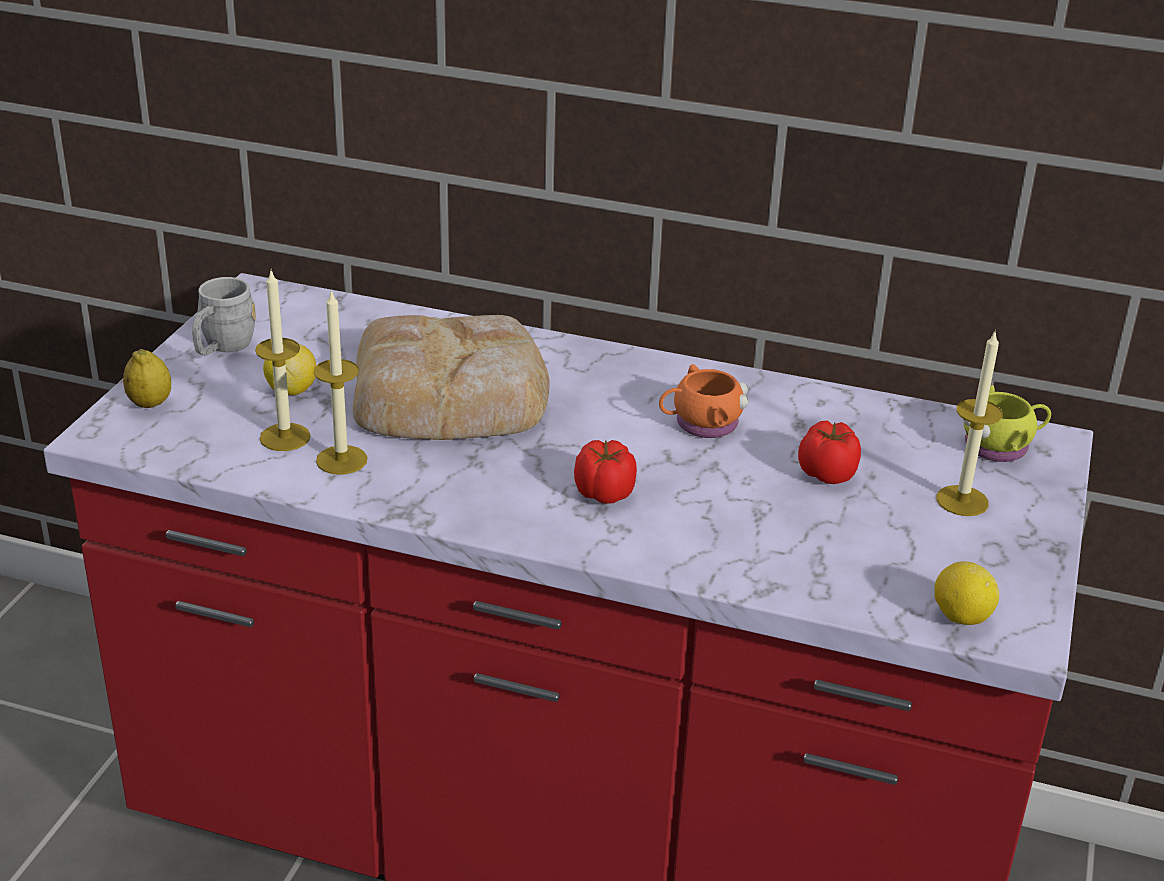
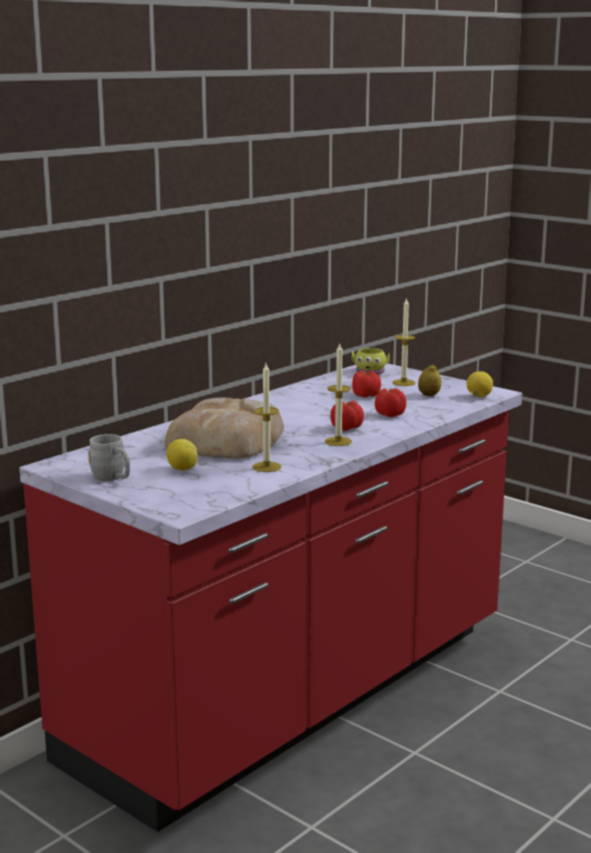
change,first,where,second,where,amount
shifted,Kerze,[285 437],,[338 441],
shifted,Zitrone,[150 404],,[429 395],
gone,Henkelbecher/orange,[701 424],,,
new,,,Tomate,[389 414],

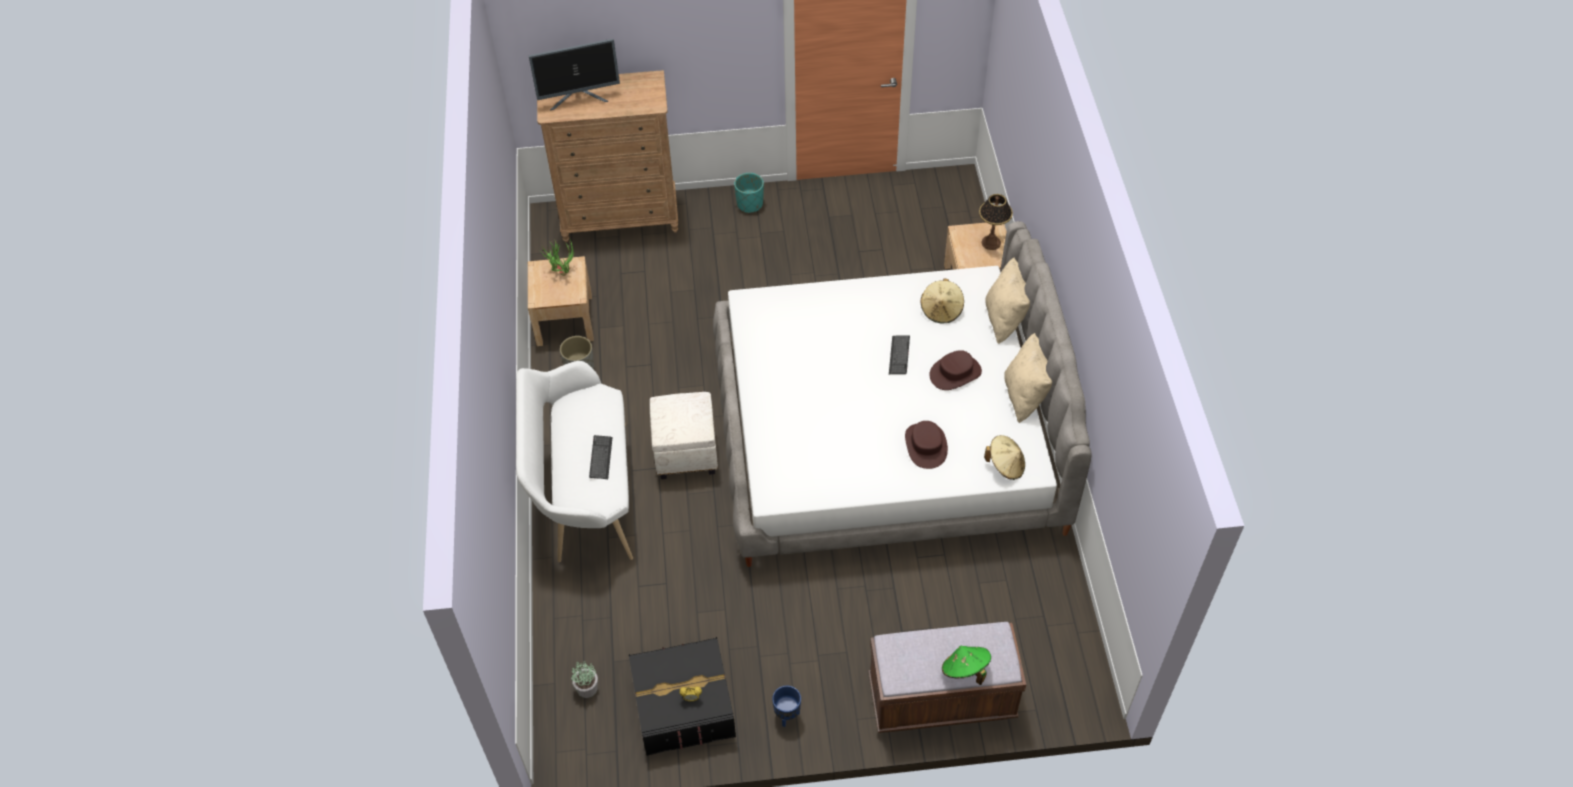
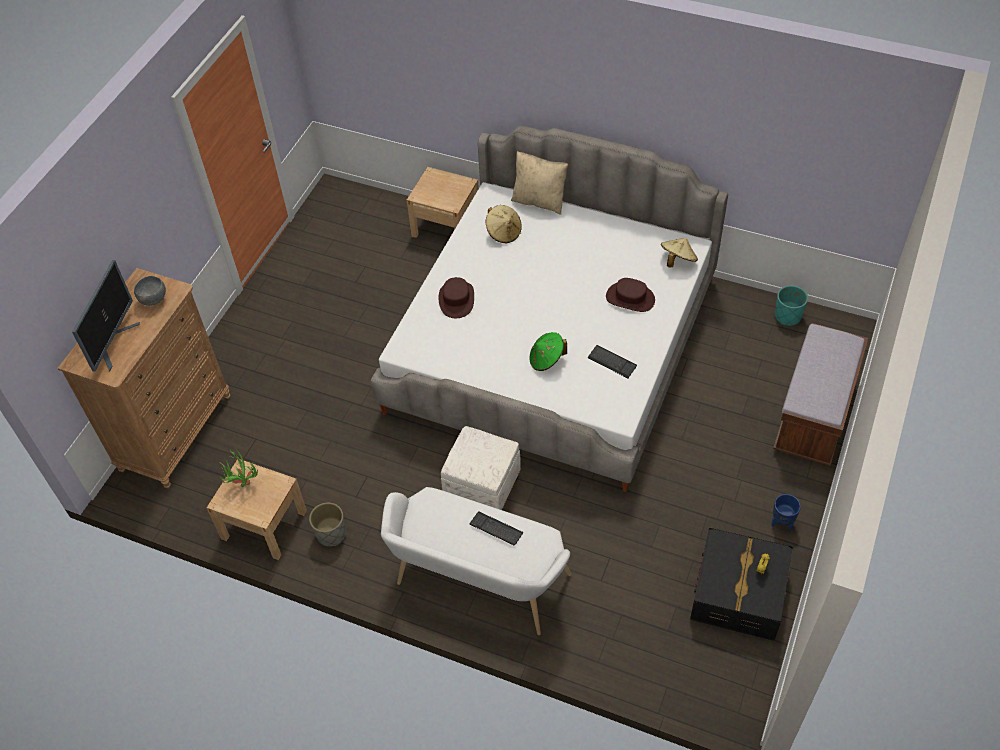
change,first,where,second,where,amount
shifted,Pflanzkübel/türkis,[750 204],,[787 316],
gone,Tischlampe,[991 242],,,
gone,Kissen/beige,[1024 396],,,
shifted,Tastatur,[899 355],,[612 362],
shifted,Hut/braun,[955 373],,[456 299],
shifted,Hut/grün,[965 670],,[546 359],
gone,Topfpflanze,[587 688],,,
new,,,Schüssel/grau,[154 300],

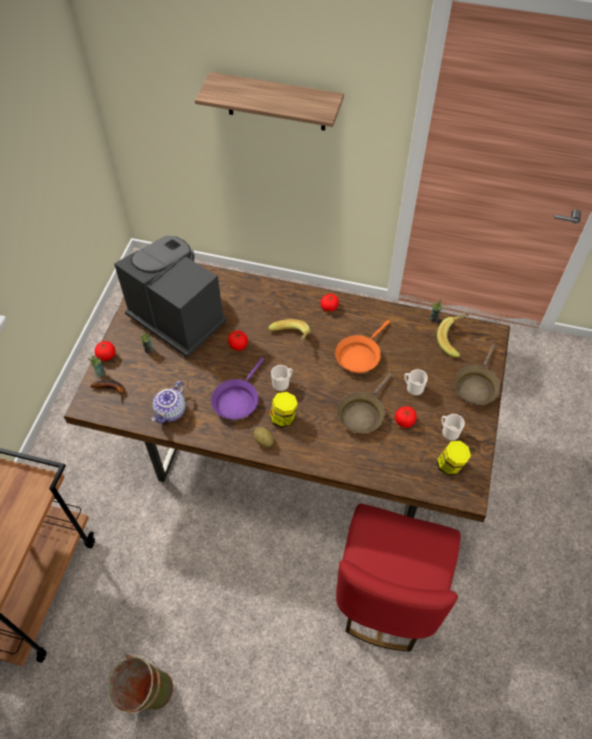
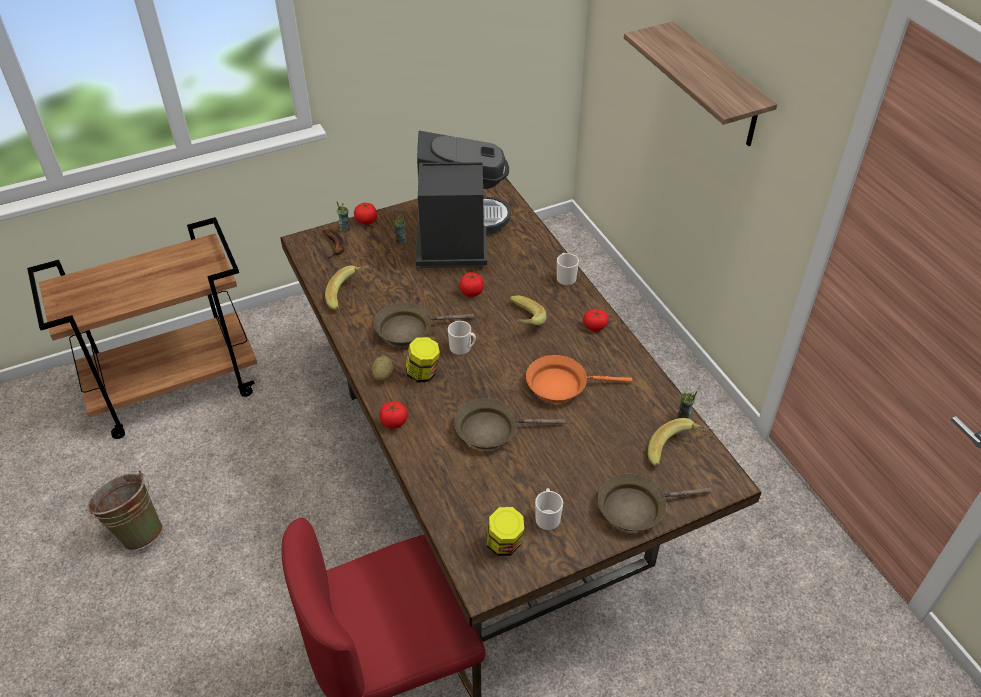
change,first,where,second,where,amount
repainted,Pfanne/lila,[237 400],Pfanne/braun,[409 329],
shifted,Henkelbecher,[413 388],,[565 277],
swapped,Teekanne,[171 412],Banane,[350 295],
shifted,Tomate,[404 421],,[394 422],

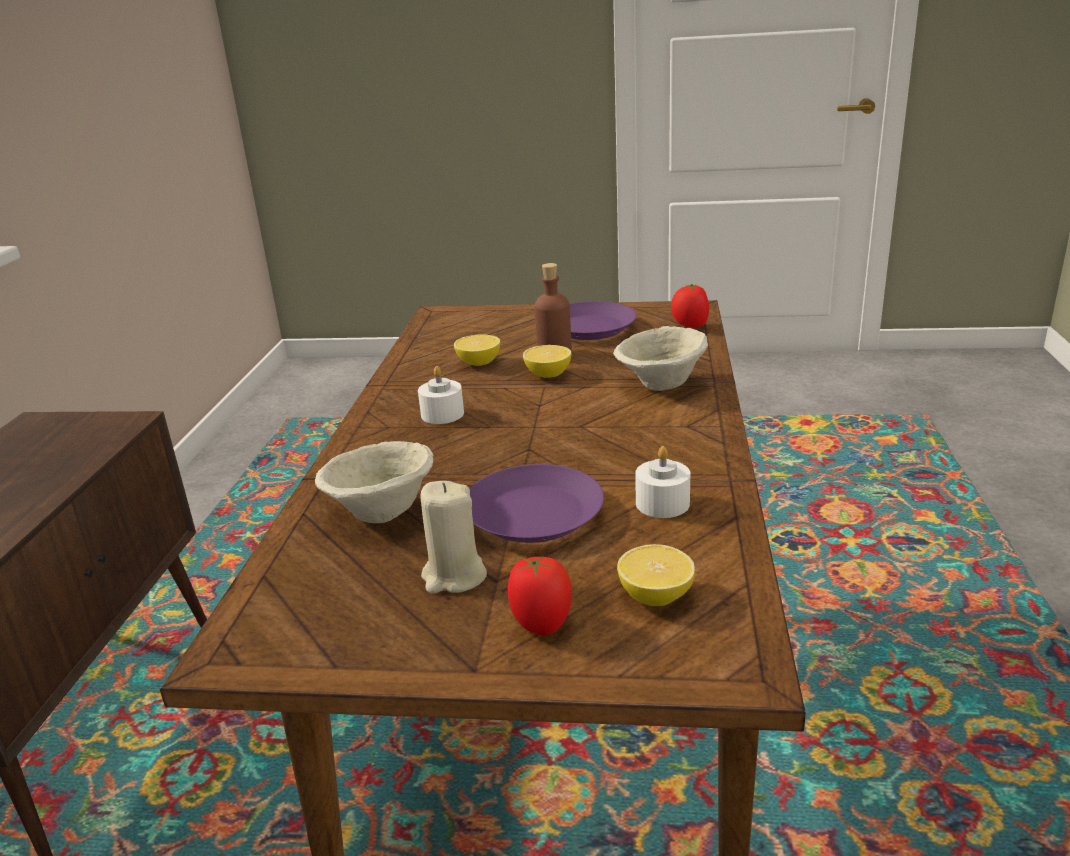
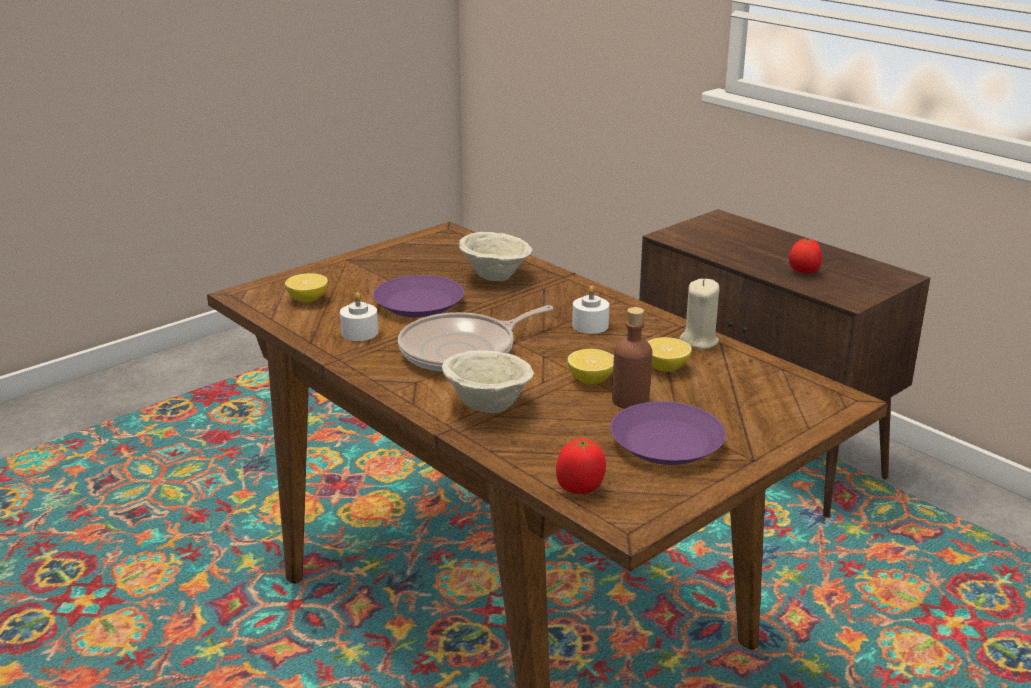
change,first,where,second,where,amount
shifted,Kerze/beige,[454 576],,[698 341],
shifted,Tomate,[541 624],,[803 272],
new,,,Pfanne,[463 351],

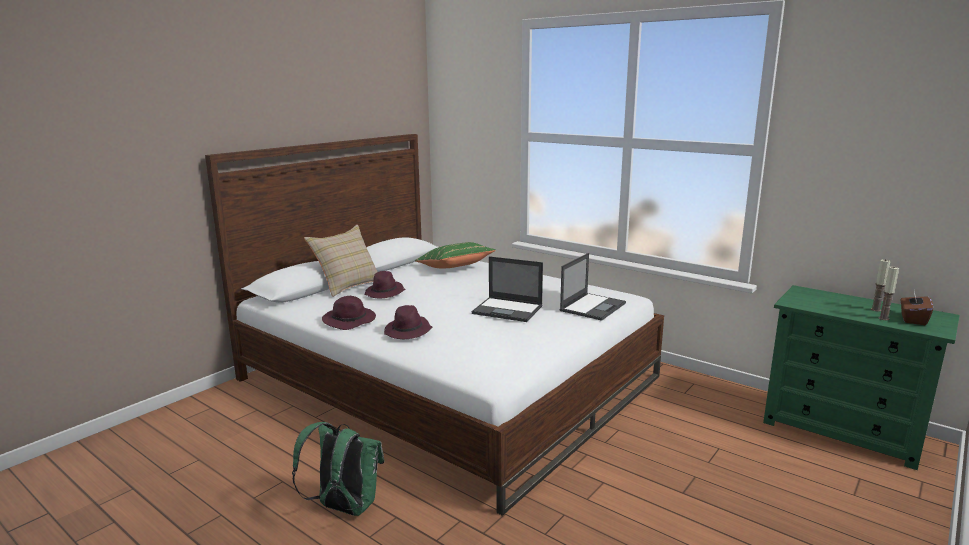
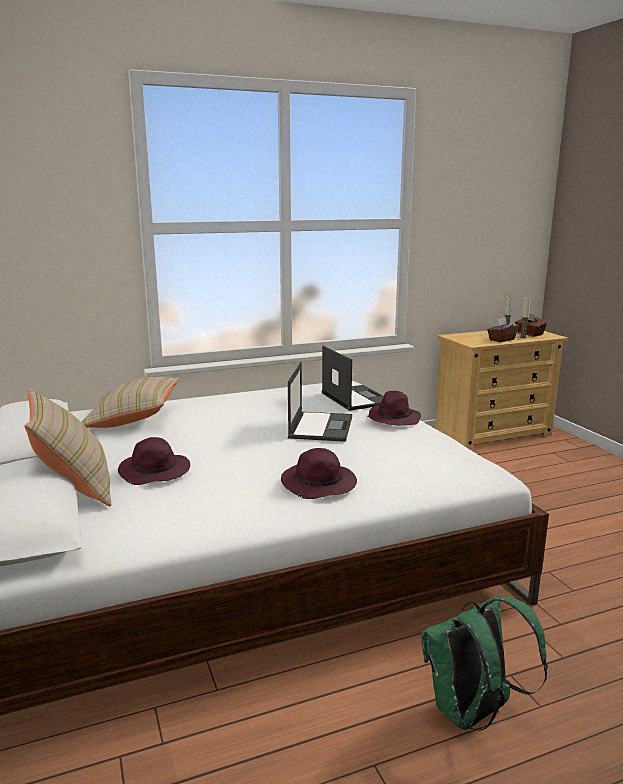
change,first,where,second,where,amount
repainted,Kissen/grün,[455 268],Kissen/beige,[133 419],
rotated,Laptop,[508 310],,[321 426],45 degrees counterclockwise
repainted,Kommode/grün,[843 430],Kommode/beige,[493 433],
shifted,Hut/lila,[350 321],,[393 419],
new,,,Taschentuchbox/braun,[501 340],

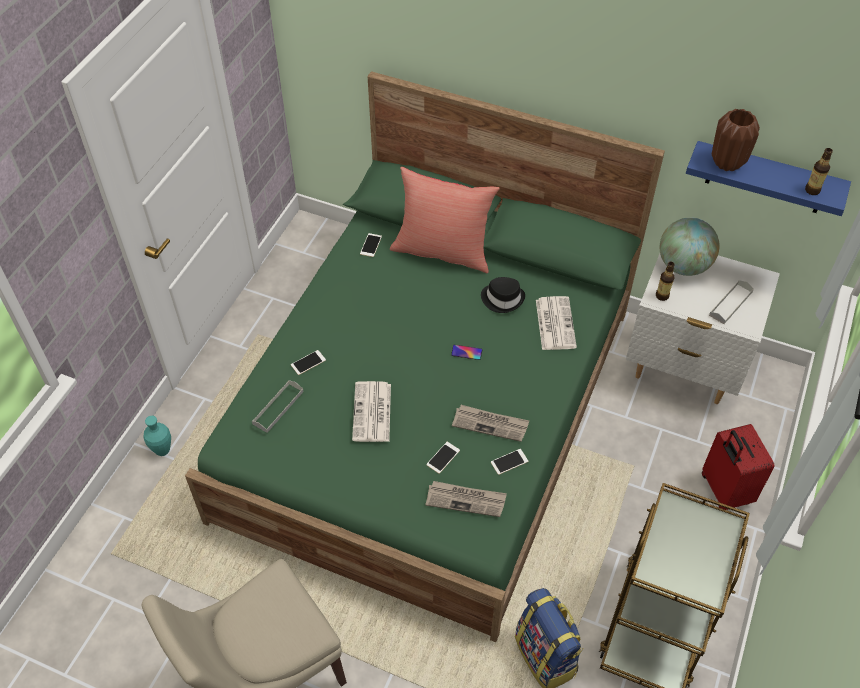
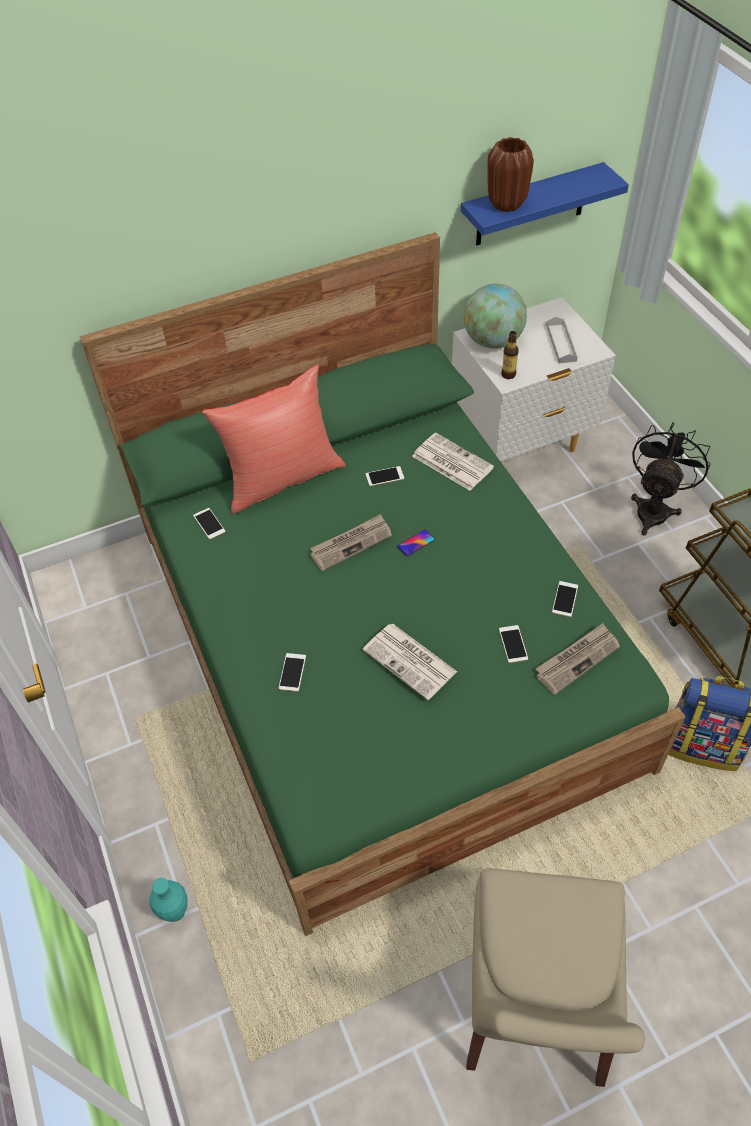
change,first,where,second,where,amount
gone,Flasche,[812 190],,,
swapped,Hut/schwarz,[502 298],Handy,[384 476],
gone,Tablett/grau,[278 407],,,
shifted,Zeitung,[490 424],,[351 543],
swapped,Koffer/rot,[724 490],Ventilator/schwarz,[654 508],

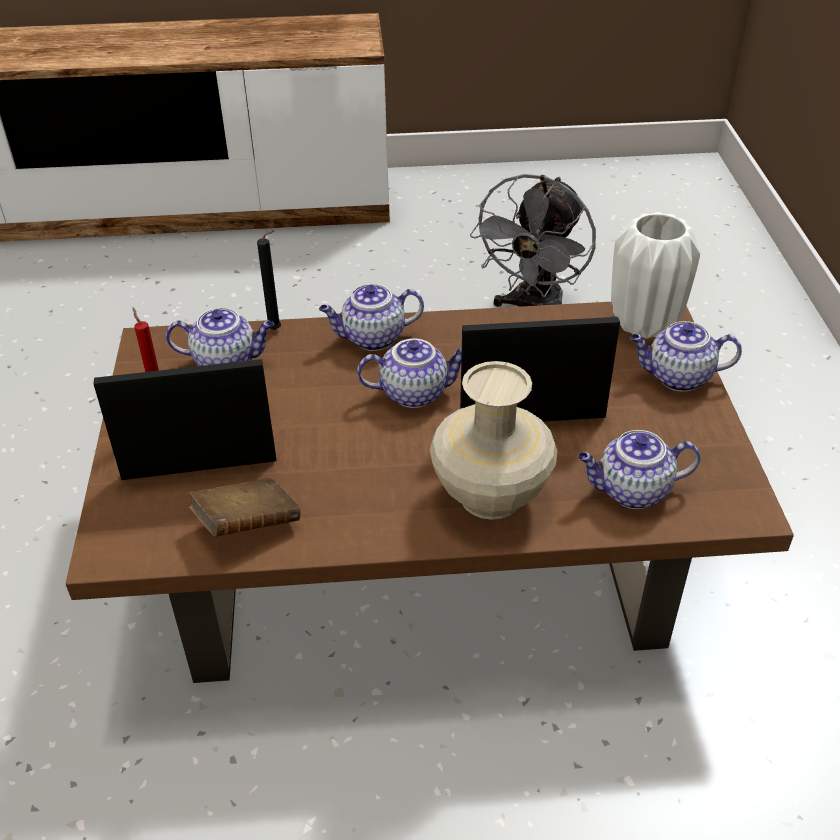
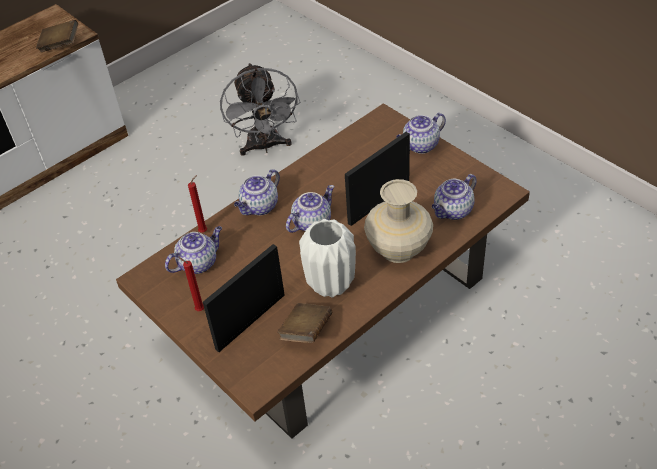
change,first,where,second,where,amount
shifted,Vase/weiß,[643 324],,[330 285],
repainted,Kerze/schwarz,[277 330],Kerze/rot,[204 231],
new,,,Buch/braun,[60 45],

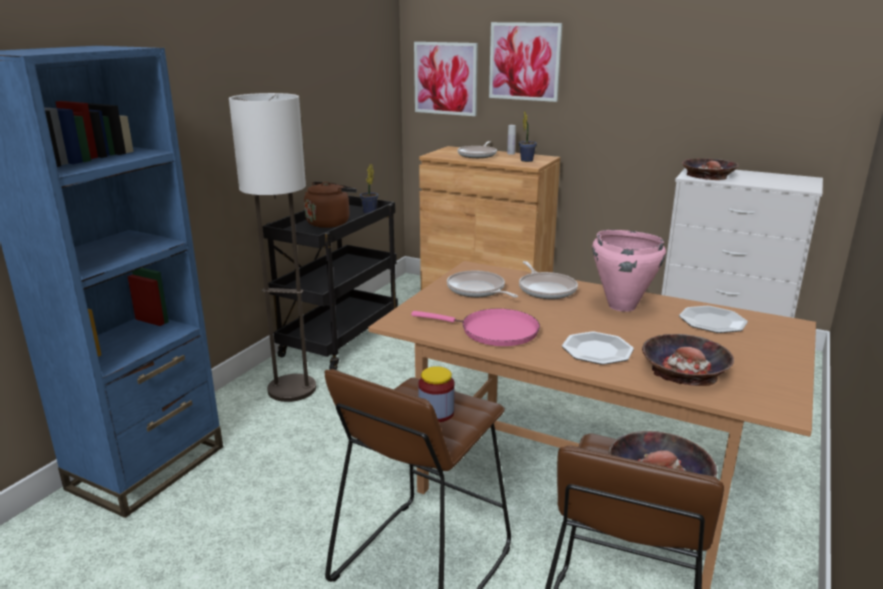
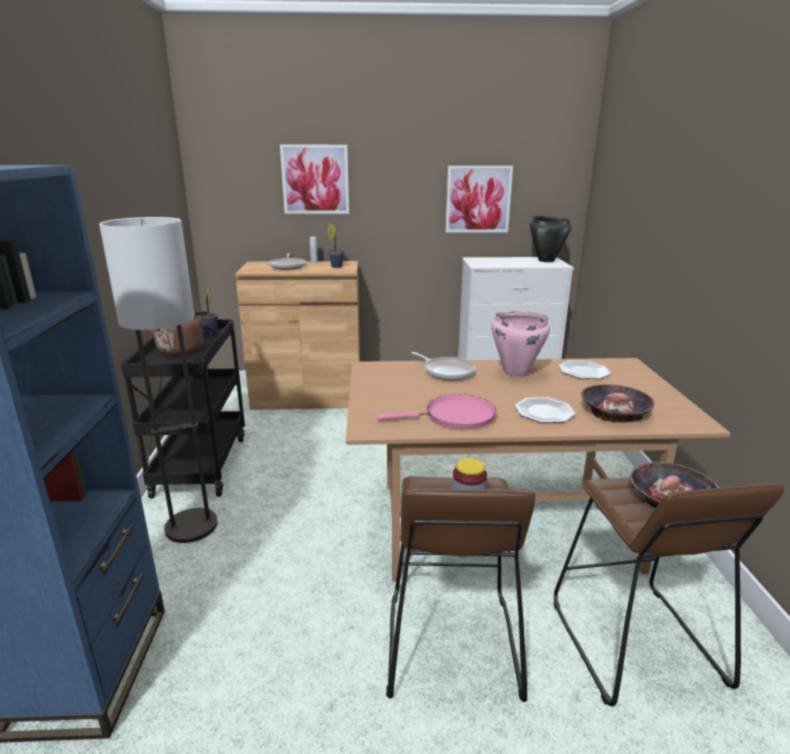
change,first,where,second,where,amount
shifted,Bild,[446 78],,[478 199],
gone,Schüssel,[707 175],,,
gone,Pfanne,[477 290],,,
new,,,Kochtopf/schwarz,[546 260],

